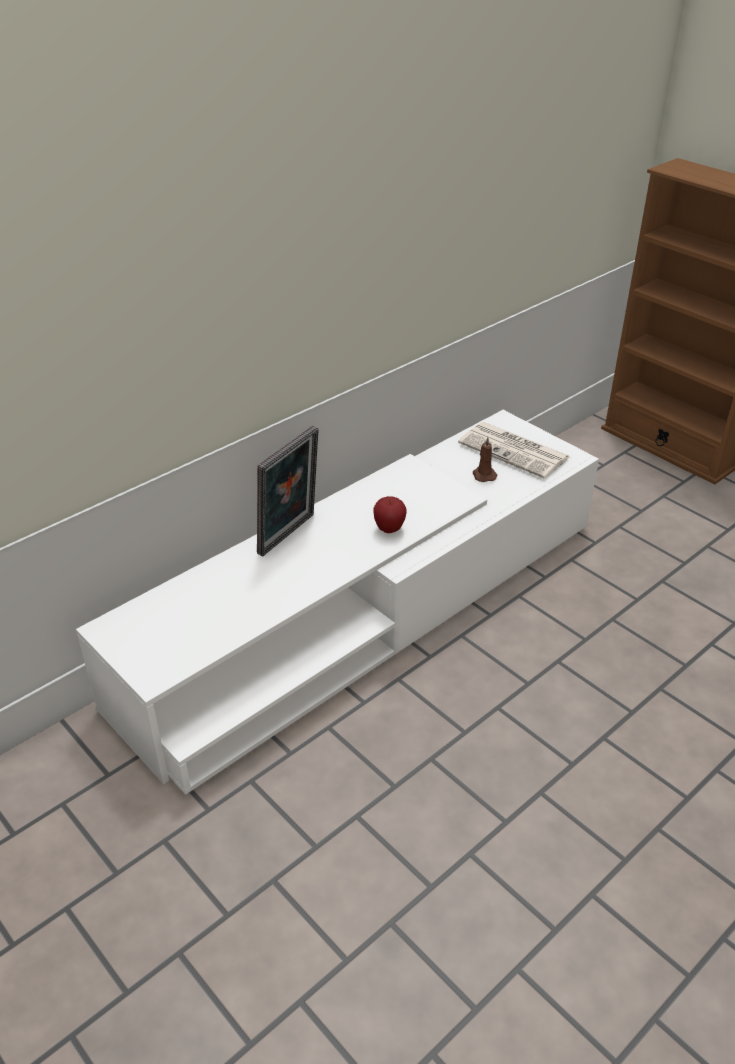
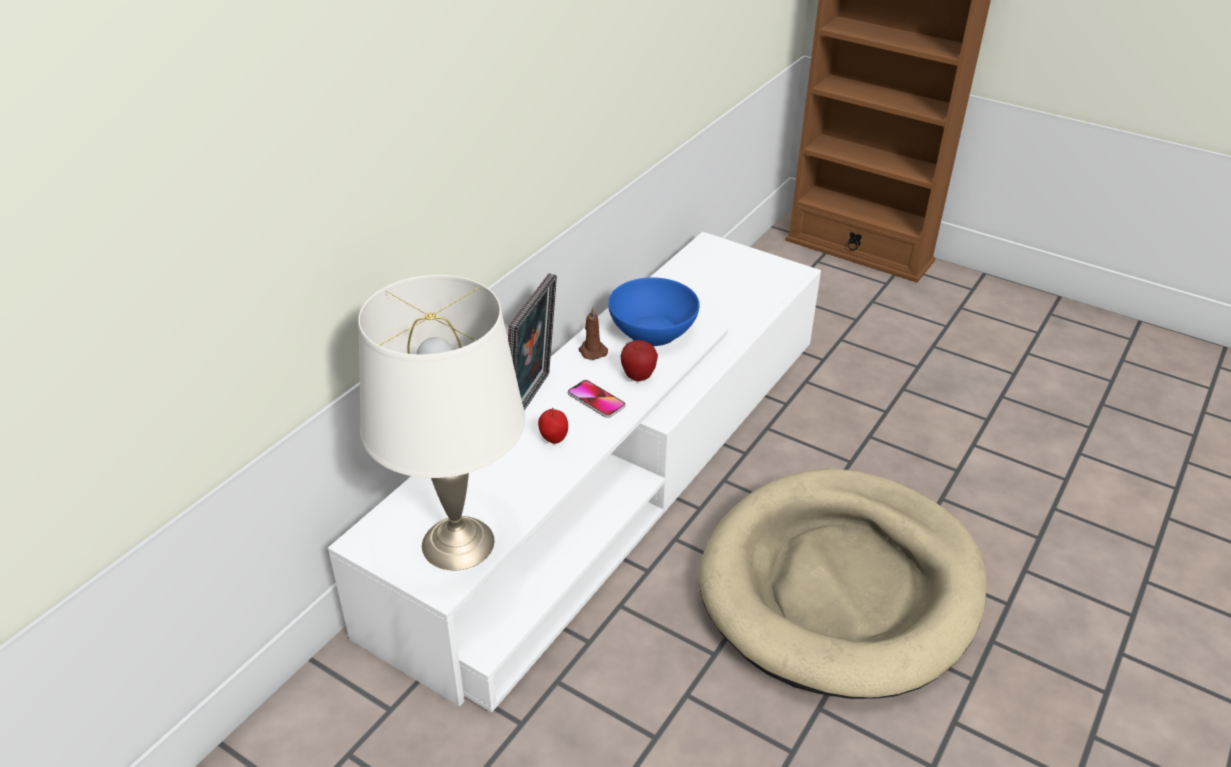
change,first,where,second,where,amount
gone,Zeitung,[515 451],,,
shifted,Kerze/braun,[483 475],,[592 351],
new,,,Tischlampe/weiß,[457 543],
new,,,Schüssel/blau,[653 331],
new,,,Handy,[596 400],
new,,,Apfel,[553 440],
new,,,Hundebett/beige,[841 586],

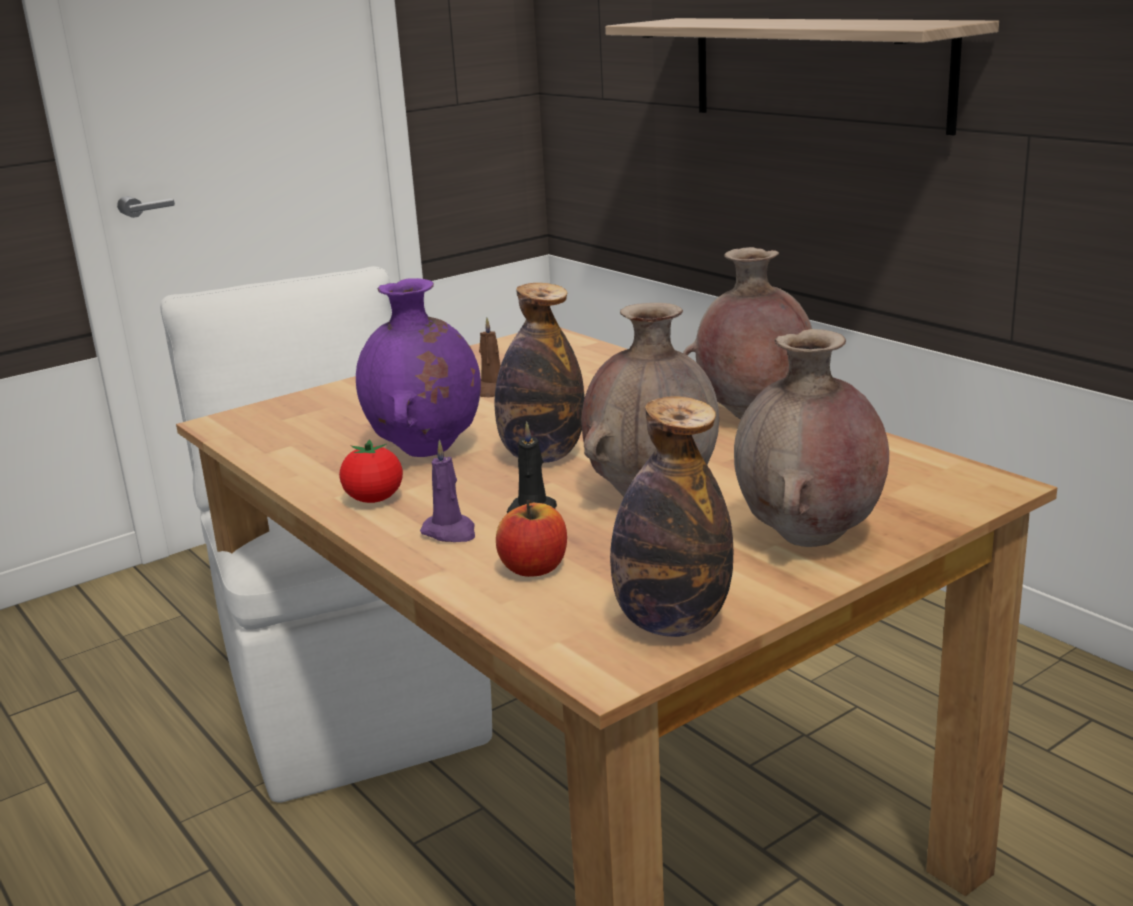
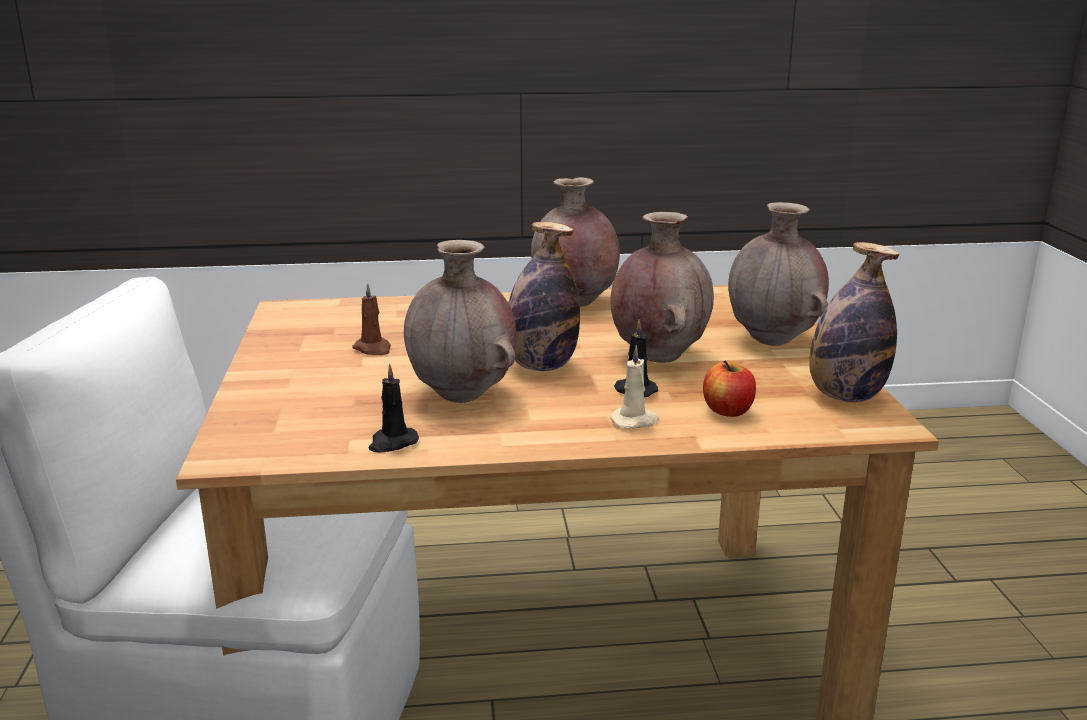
change,first,where,second,where,amount
gone,Wandregal,[816 71],,,
repainted,Vase/lila,[426 451],Vase/braun,[463 396],
gone,Tomate,[374 499],,,
repainted,Kerze/lila,[450 532],Kerze/beige,[635 421],
new,,,Kerze/schwarz,[392 443],

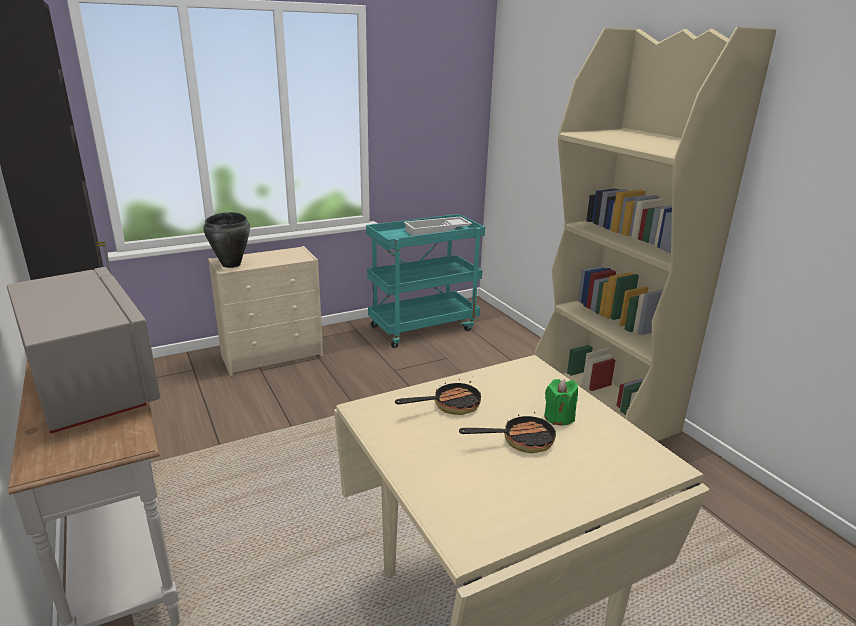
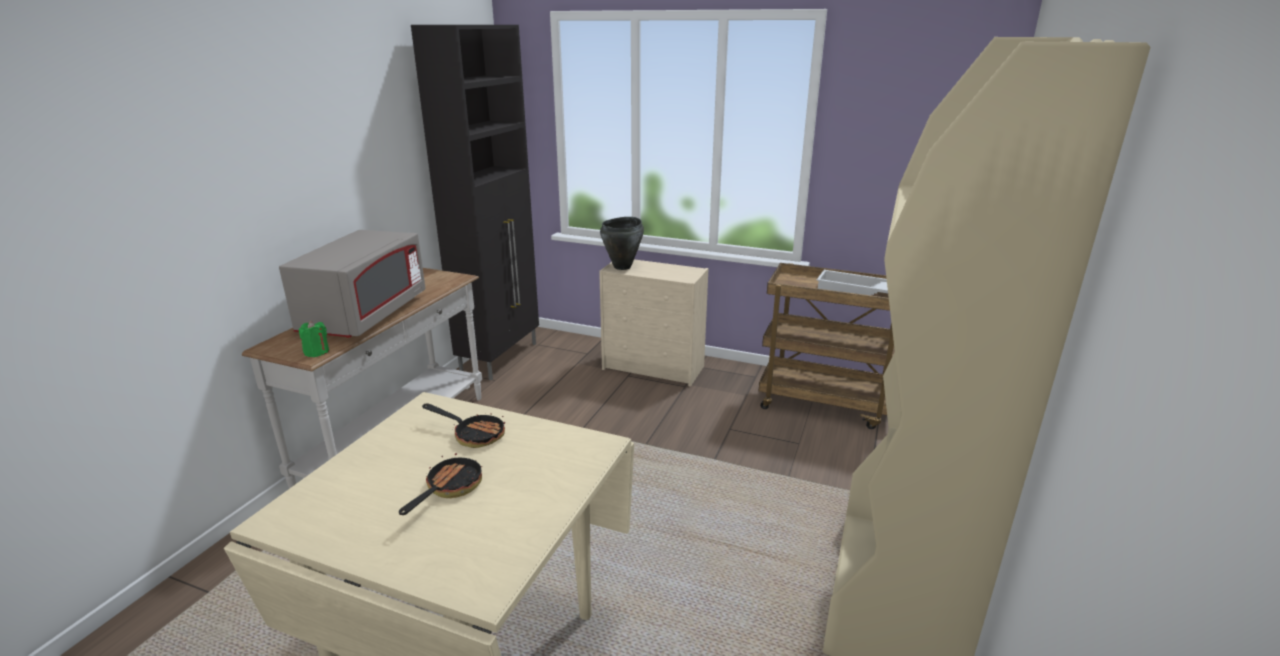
change,first,where,second,where,amount
repainted,Rollwagen/türkis,[423 327],Rollwagen/braun,[825 403],
shifted,Kerze/grün,[559 417],,[316 352],
rotated,Pfanne,[520 440],,[449 489],105 degrees counterclockwise

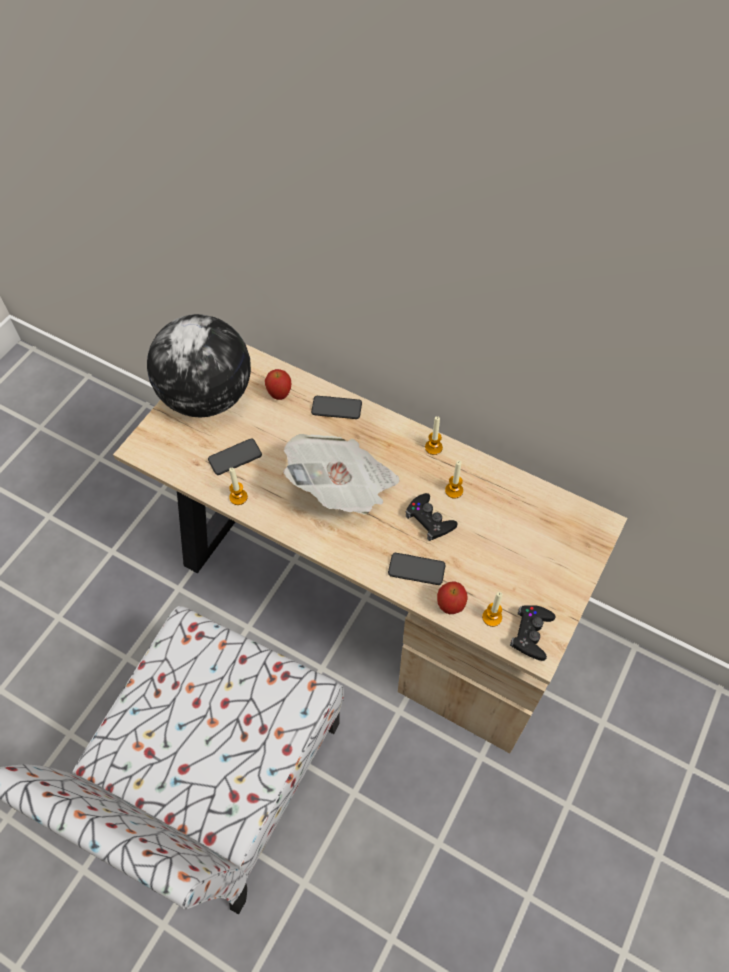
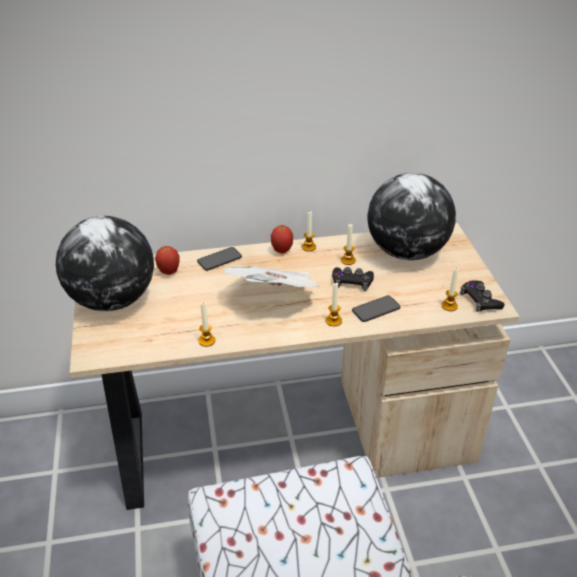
change,first,where,second,where,amount
gone,Handy,[235 457],,,
shifted,Apfel,[450 606],,[282 251],
new,,,Globus,[406 252],
new,,,Kerze,[333 321],

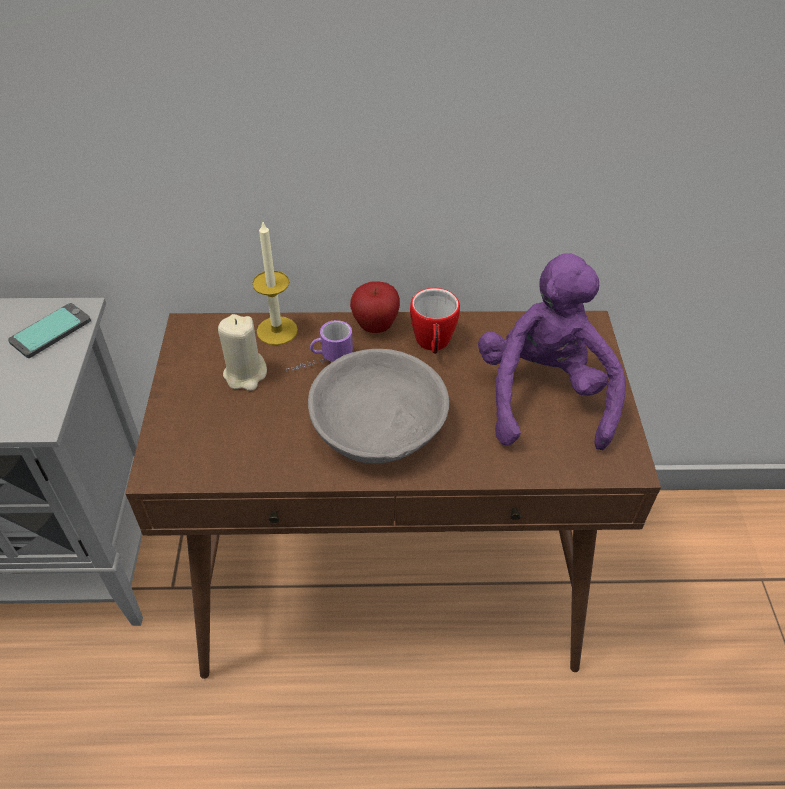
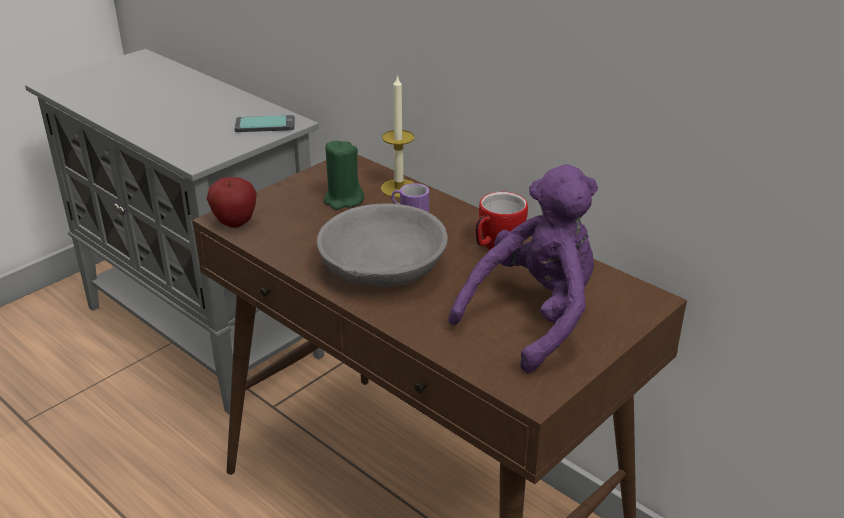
change,first,where,second,where,amount
shifted,Apfel,[375 326],,[235 223],
repainted,Kerze/beige,[245 374],Kerze/grün,[343 200],

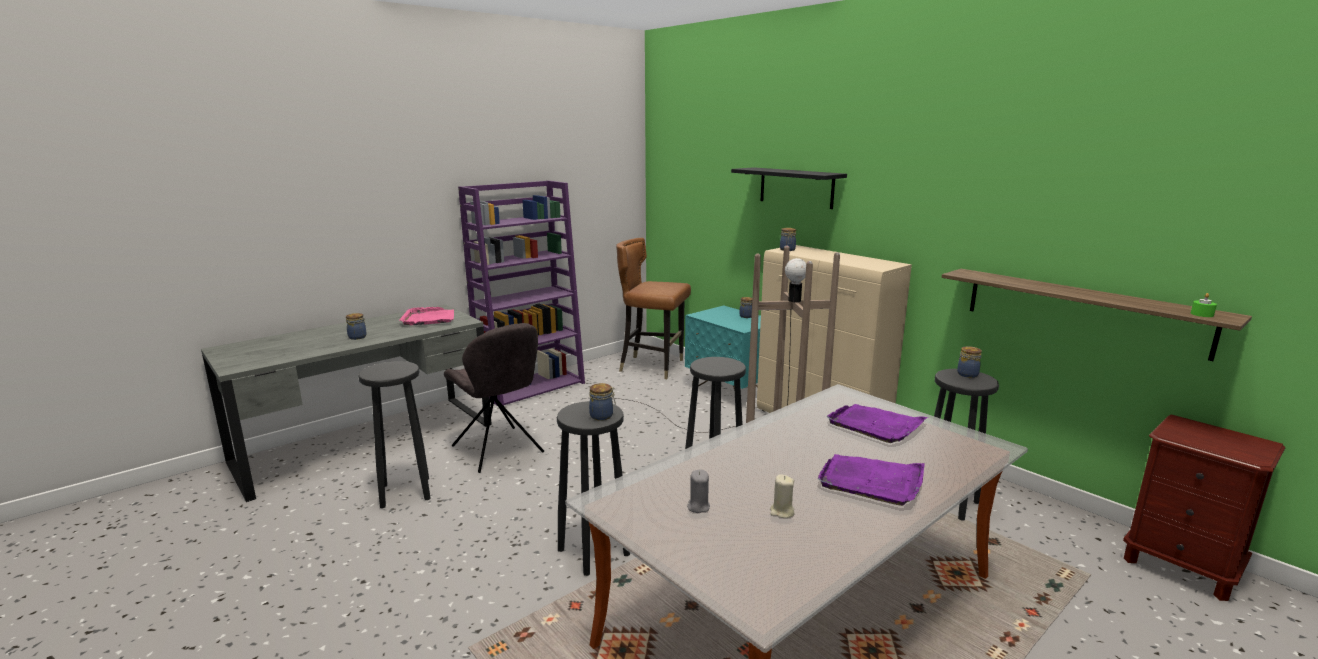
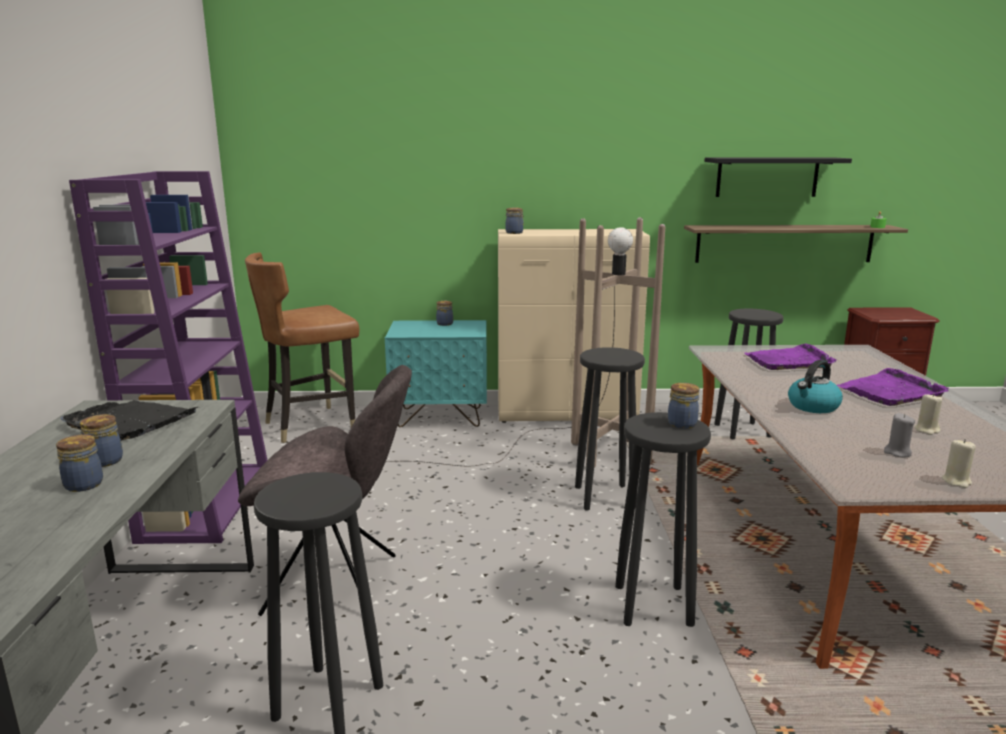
change,first,where,second,where,amount
shifted,Wandregal/schwarz,[796 187],,[767 177],
repainted,Tablett/rosa,[429 319],Tablett/schwarz,[130 422],
shifted,Vorratsglas,[966 374],,[103 461],
new,,,Wasserkessel,[813 406],
new,,,Kerze/beige,[956 481],

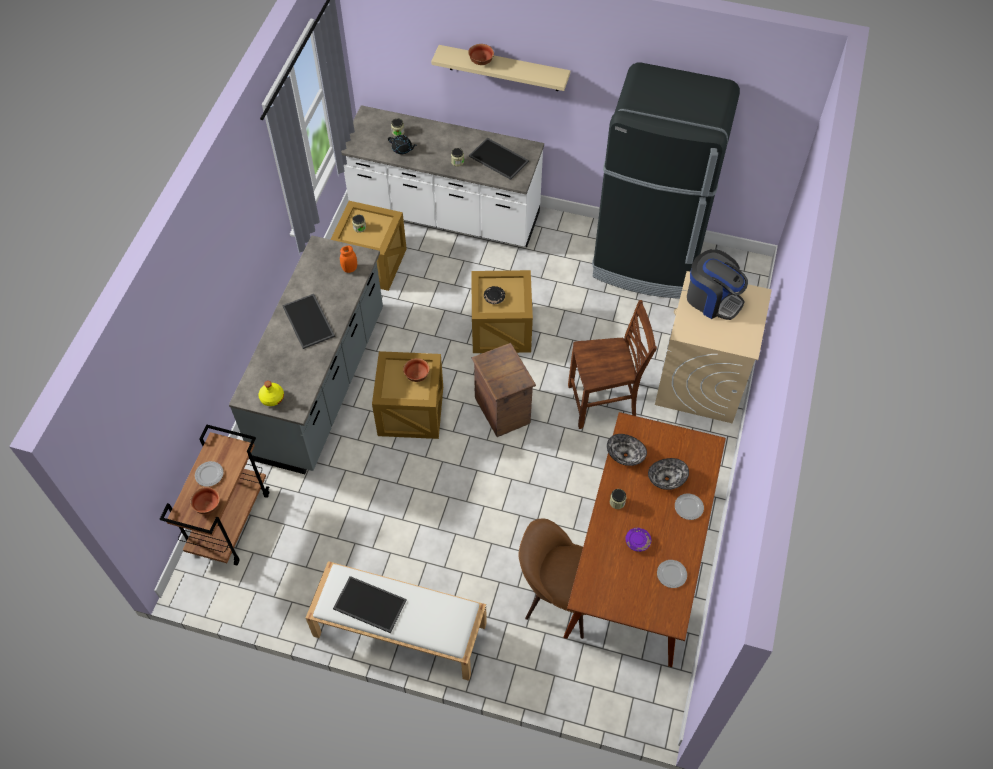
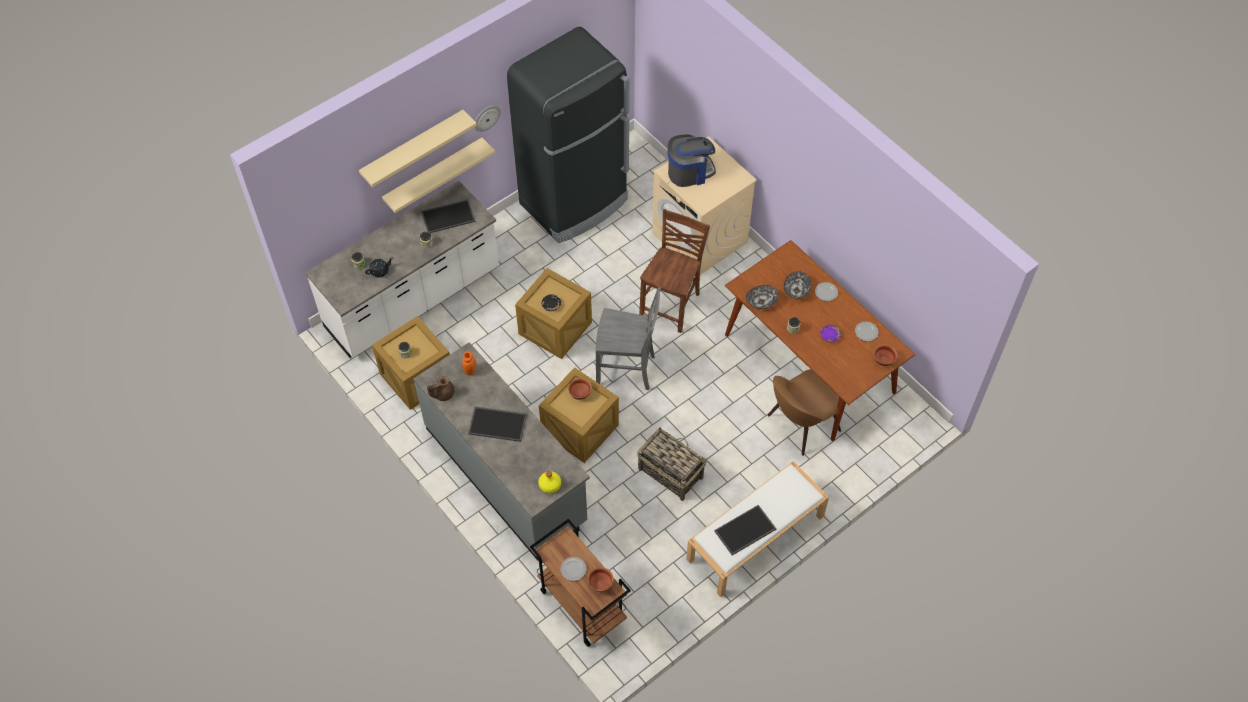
change,first,where,second,where,amount
shifted,Schüssel,[481 61],,[883 359],
swapped,Kiste,[502 410],Stuhl/grau,[627 370],
new,,,Wanduhr,[486 117],
new,,,Wandregal/beige,[434 174],
new,,,Teekanne/braun,[442 394],
new,,,Korb,[670 472],

